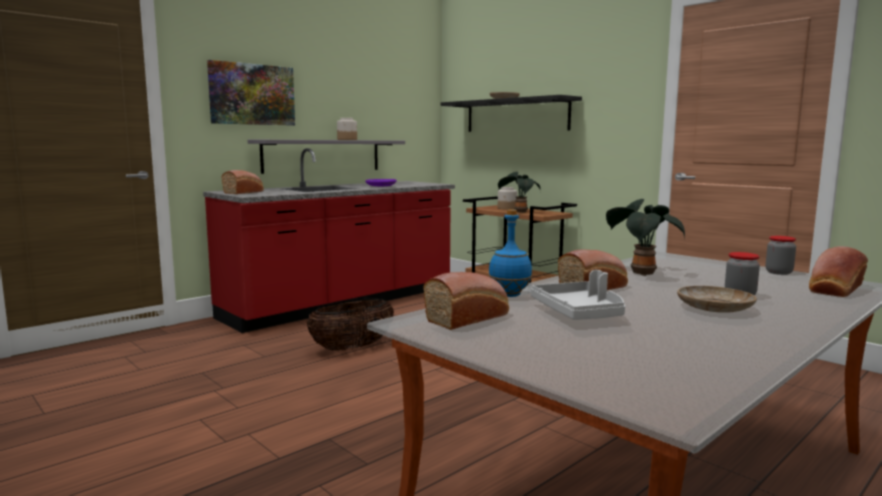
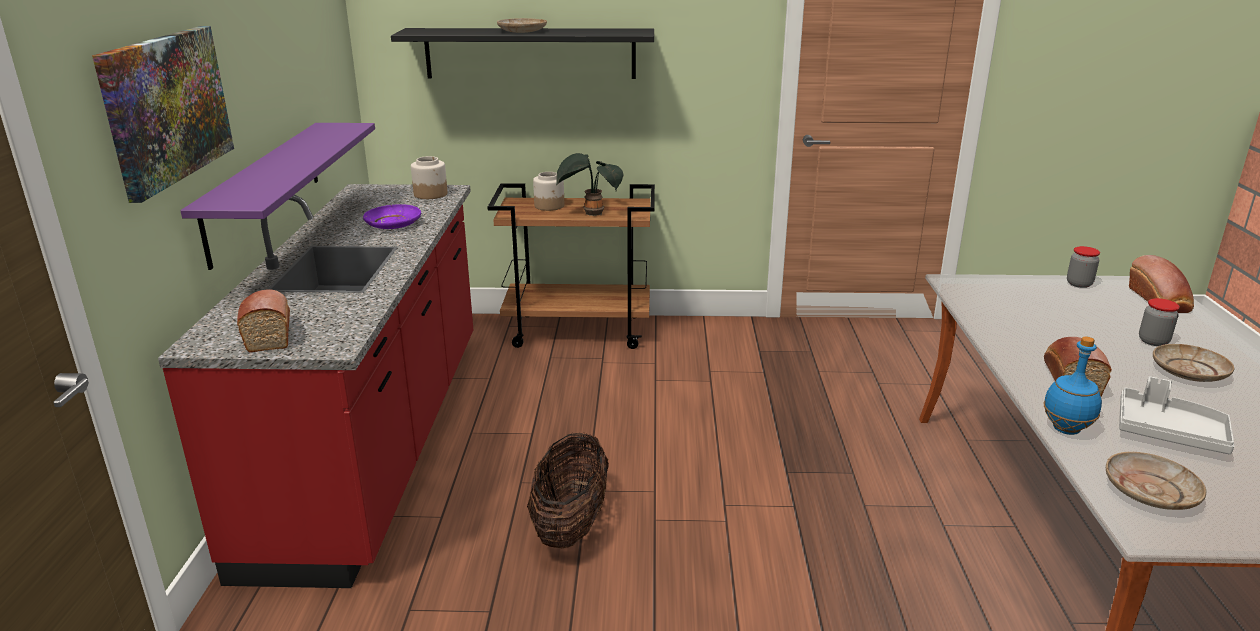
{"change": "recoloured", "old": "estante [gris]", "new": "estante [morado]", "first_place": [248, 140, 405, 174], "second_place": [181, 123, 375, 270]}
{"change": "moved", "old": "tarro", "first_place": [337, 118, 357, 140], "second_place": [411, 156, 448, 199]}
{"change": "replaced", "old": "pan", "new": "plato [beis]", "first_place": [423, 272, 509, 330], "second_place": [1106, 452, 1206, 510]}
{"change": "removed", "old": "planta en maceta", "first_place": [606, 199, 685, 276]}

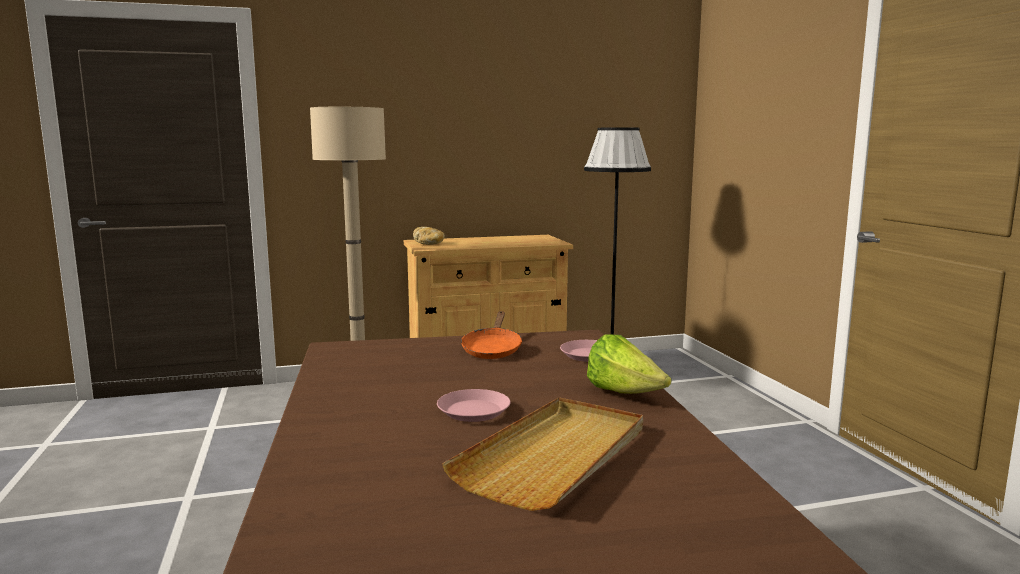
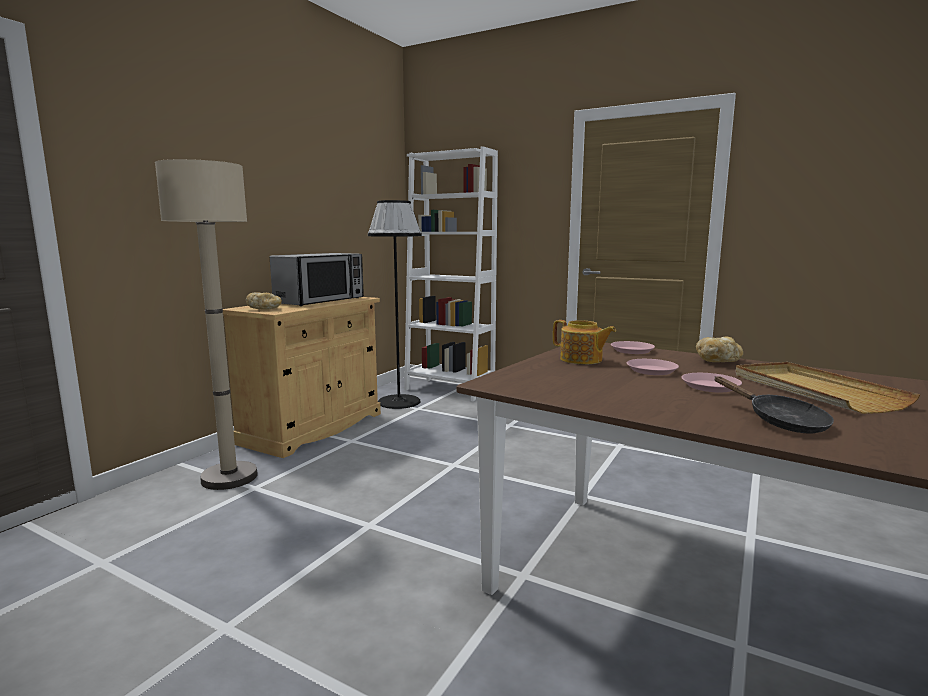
{"change": "replaced", "old": "sartén [naranja]", "new": "tetera", "first_place": [461, 311, 522, 359], "second_place": [553, 320, 616, 364]}
{"change": "replaced", "old": "lechuga", "new": "pan", "first_place": [587, 334, 671, 394], "second_place": [696, 337, 743, 362]}
{"change": "added", "new": "microondas", "second_place": [270, 253, 364, 306]}
{"change": "added", "new": "estantería [blanco]", "second_place": [404, 146, 498, 401]}
{"change": "added", "new": "plato [rosa]", "second_place": [627, 359, 679, 375]}
{"change": "added", "new": "sartén [negro]", "second_place": [714, 376, 834, 434]}

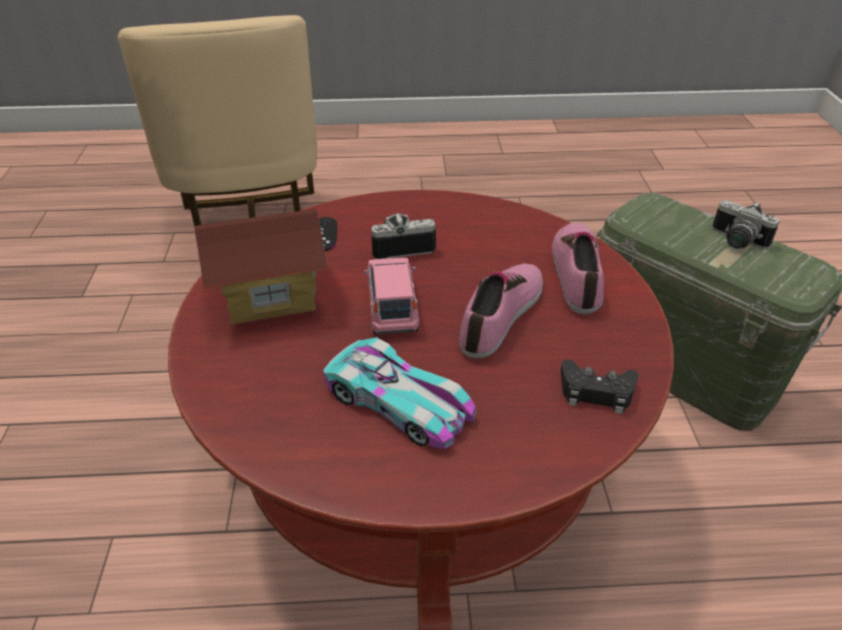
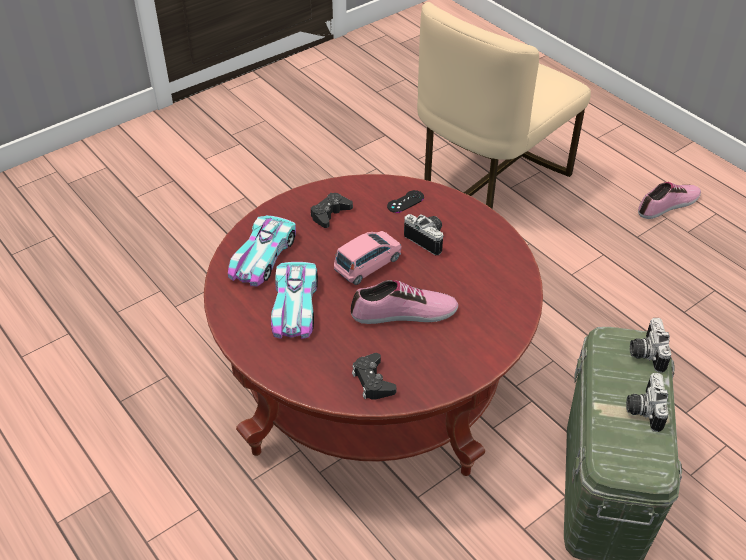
{"change": "replaced", "old": "casita", "new": "mando de consola [negro]", "first_place": [194, 209, 329, 325], "second_place": [311, 193, 353, 228]}
{"change": "moved", "old": "zapato", "first_place": [552, 223, 604, 314], "second_place": [638, 182, 701, 219]}
{"change": "added", "new": "coche de juguete", "second_place": [228, 215, 296, 286]}
{"change": "added", "new": "cámara", "second_place": [630, 318, 671, 373]}

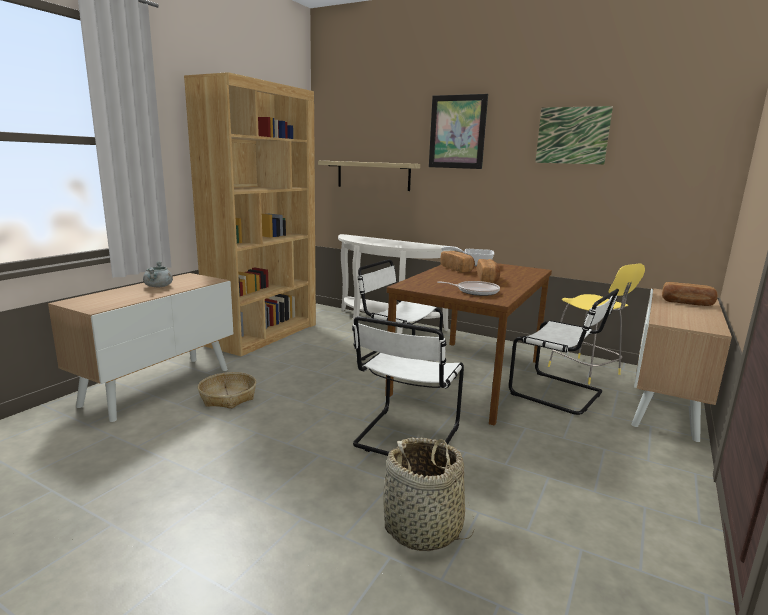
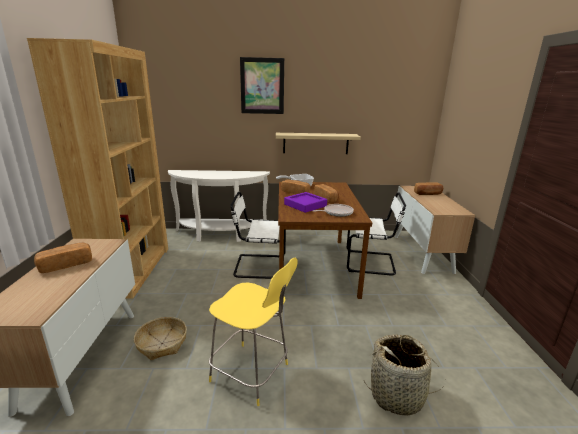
{"change": "replaced", "old": "olla [gris]", "new": "pan", "first_place": [143, 261, 173, 287], "second_place": [34, 243, 92, 273]}
{"change": "moved", "old": "estante", "first_place": [318, 161, 420, 191], "second_place": [276, 133, 361, 154]}
{"change": "removed", "old": "silla [blanco]", "first_place": [352, 316, 464, 456]}
{"change": "removed", "old": "cuadro", "first_place": [535, 106, 613, 165]}
{"change": "moved", "old": "taburete [amarillo]", "first_place": [548, 263, 645, 385], "second_place": [209, 258, 298, 406]}
{"change": "added", "new": "bandeja [morado]", "second_place": [284, 192, 327, 213]}

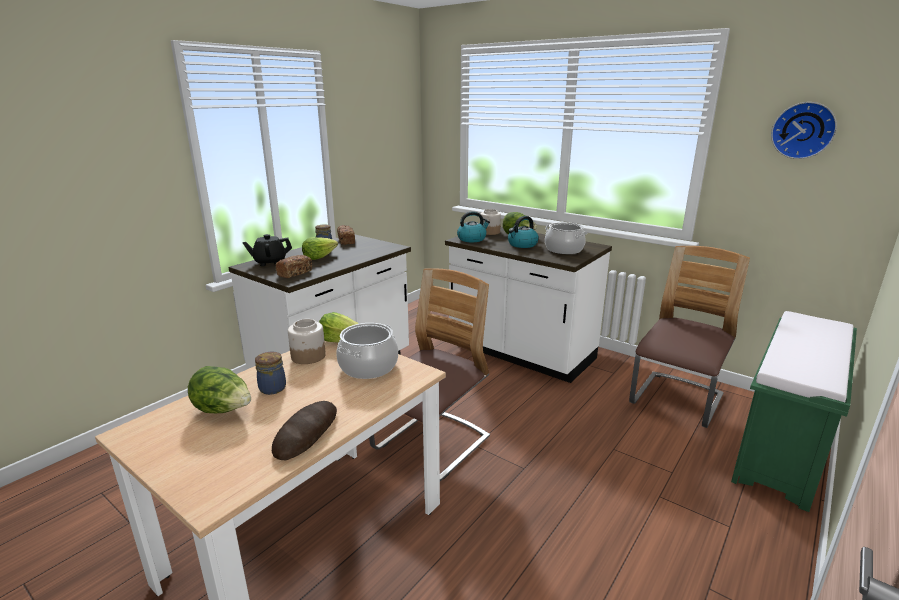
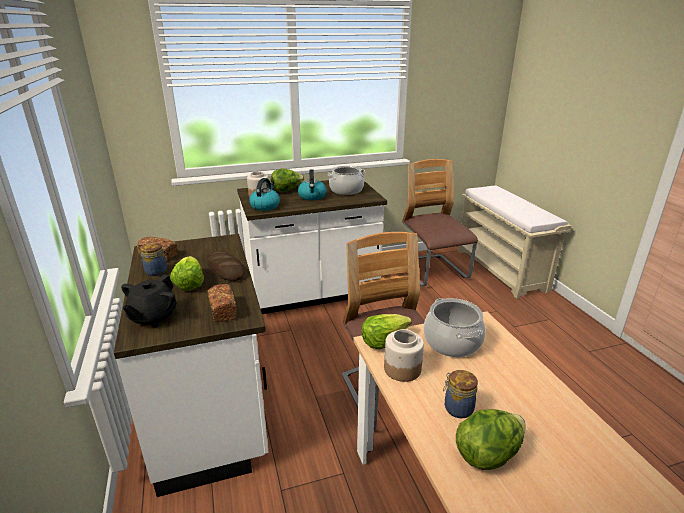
{"change": "moved", "old": "pan", "first_place": [272, 401, 337, 460], "second_place": [207, 251, 245, 281]}
{"change": "recoloured", "old": "banco [verde]", "new": "banco [beis]", "first_place": [731, 311, 857, 512], "second_place": [458, 185, 572, 299]}
{"change": "removed", "old": "reloj de pared", "first_place": [771, 102, 837, 159]}

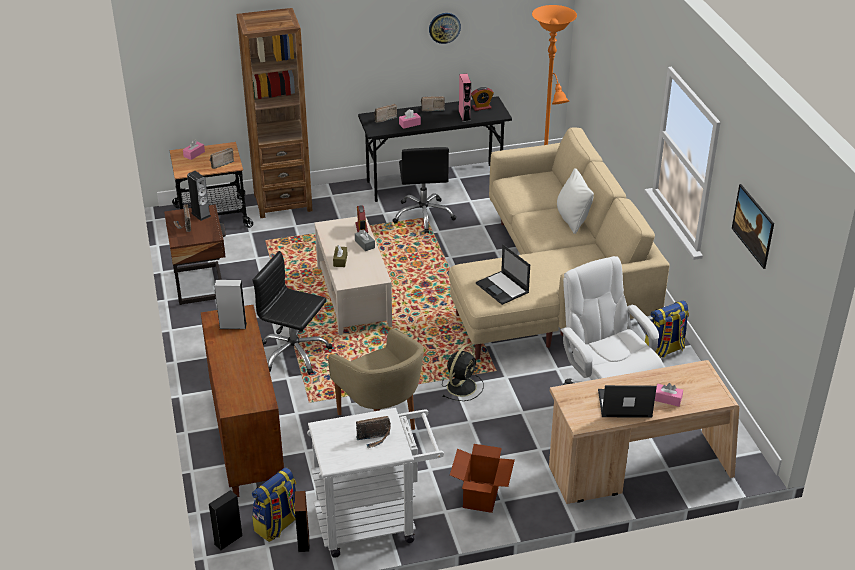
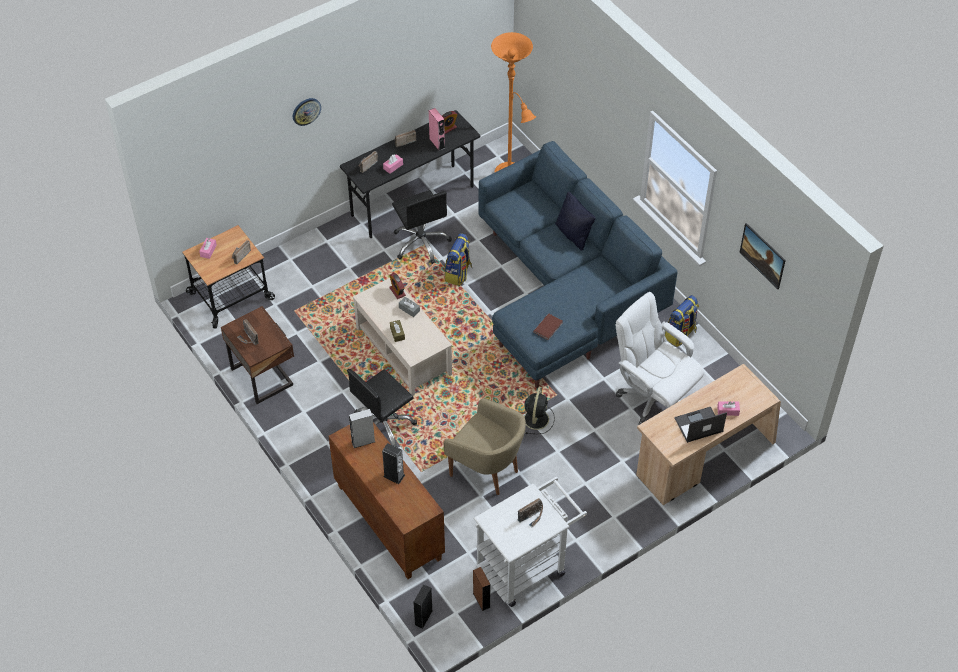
{"change": "moved", "old": "altavoz", "first_place": [187, 171, 211, 221], "second_place": [382, 443, 405, 484]}
{"change": "removed", "old": "estantería [marrón]", "first_place": [237, 8, 313, 218]}
{"change": "turned", "old": "silla de oficina [negro]", "first_place": [252, 251, 332, 375], "second_place": [347, 369, 417, 447], "degrees": -45}
{"change": "moved", "old": "mochila", "first_place": [252, 467, 296, 542], "second_place": [444, 233, 472, 286]}
{"change": "moved", "old": "reloj de pared", "first_place": [429, 13, 461, 44], "second_place": [293, 98, 321, 126]}
{"change": "recoloured", "old": "sofá [beis]", "new": "sofá [azul]", "first_place": [449, 128, 670, 360], "second_place": [478, 141, 677, 388]}
{"change": "removed", "old": "caja de cartón", "first_place": [450, 444, 515, 513]}
{"change": "replaced", "old": "portátil", "new": "libro [marrón]", "first_place": [476, 244, 530, 305], "second_place": [533, 313, 563, 340]}
{"change": "recoloured", "old": "cojín [blanco]", "new": "cojín [negro]", "first_place": [557, 168, 594, 234], "second_place": [555, 192, 596, 251]}

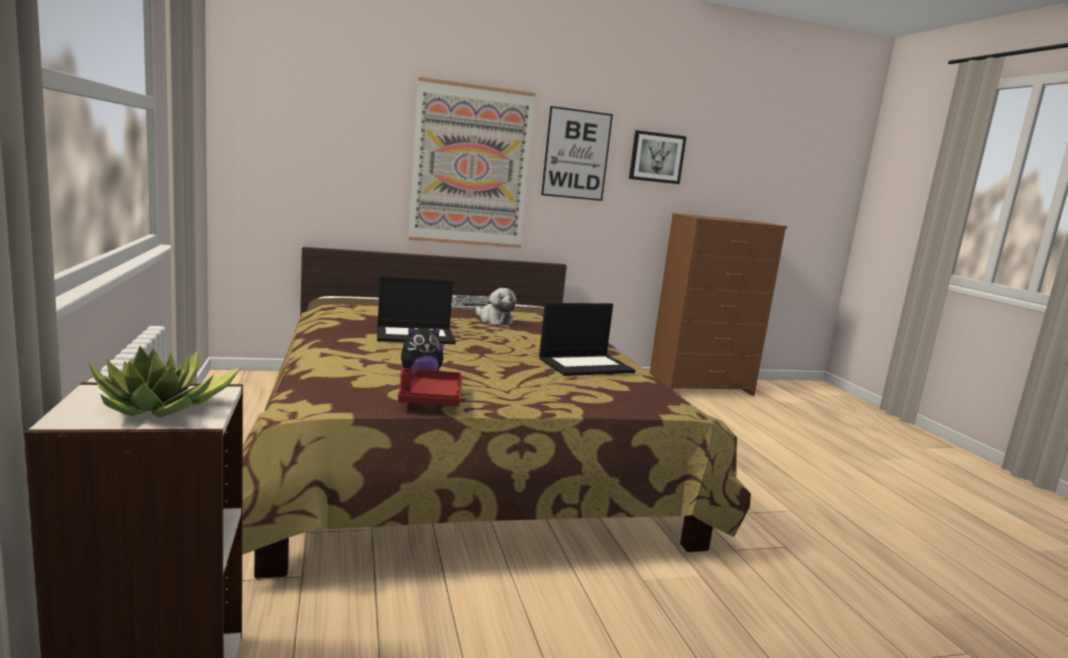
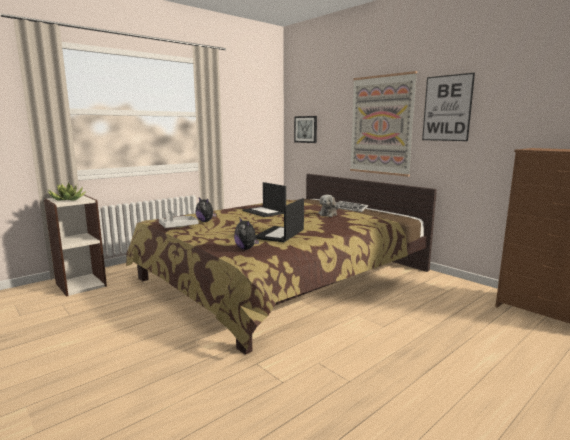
{"change": "recoloured", "old": "bandeja [rojo]", "new": "bandeja [gris]", "first_place": [398, 368, 462, 406], "second_place": [159, 211, 198, 228]}
{"change": "turned", "old": "portátil", "first_place": [539, 303, 636, 376], "second_place": [256, 198, 304, 242], "degrees": 75}
{"change": "moved", "old": "cuadro", "first_place": [629, 130, 686, 184], "second_place": [294, 116, 317, 143]}
{"change": "added", "new": "peluche", "second_place": [234, 217, 259, 250]}

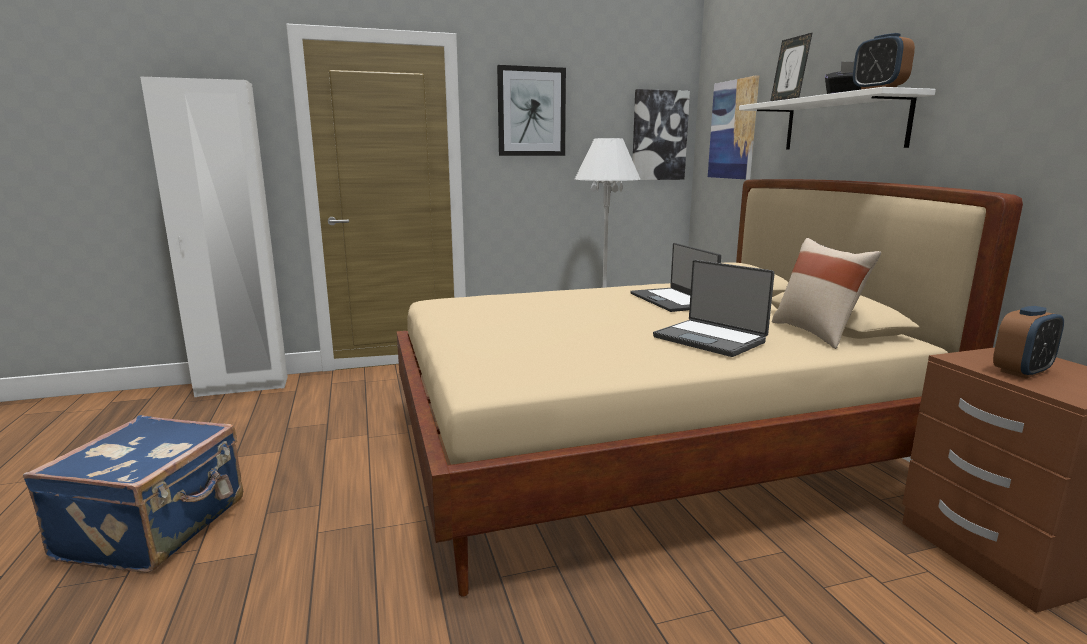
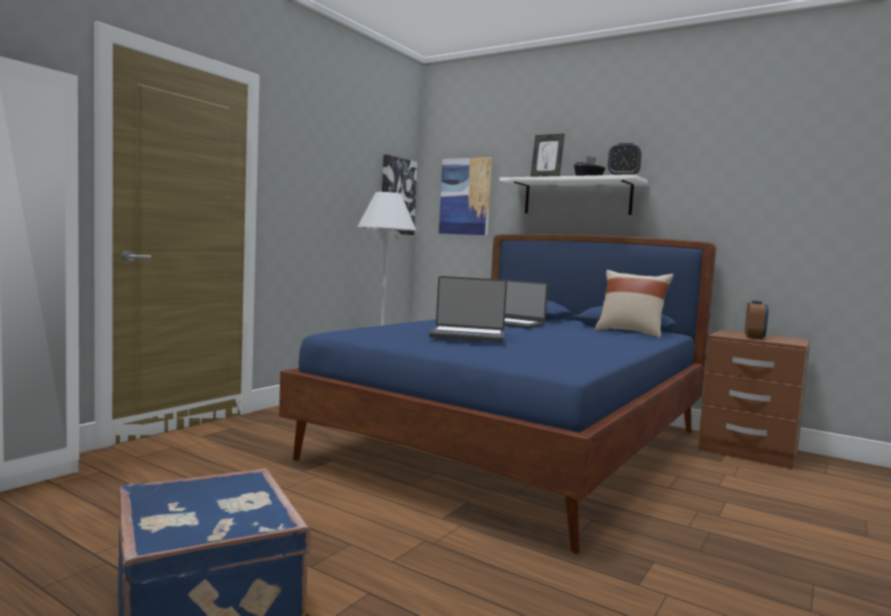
{"change": "recoloured", "old": "cama [beis]", "new": "cama [azul]", "first_place": [396, 179, 1023, 597], "second_place": [279, 234, 716, 554]}
{"change": "removed", "old": "cuadro", "first_place": [497, 65, 566, 156]}
{"change": "moved", "old": "portátil", "first_place": [653, 260, 775, 357], "second_place": [429, 276, 507, 342]}

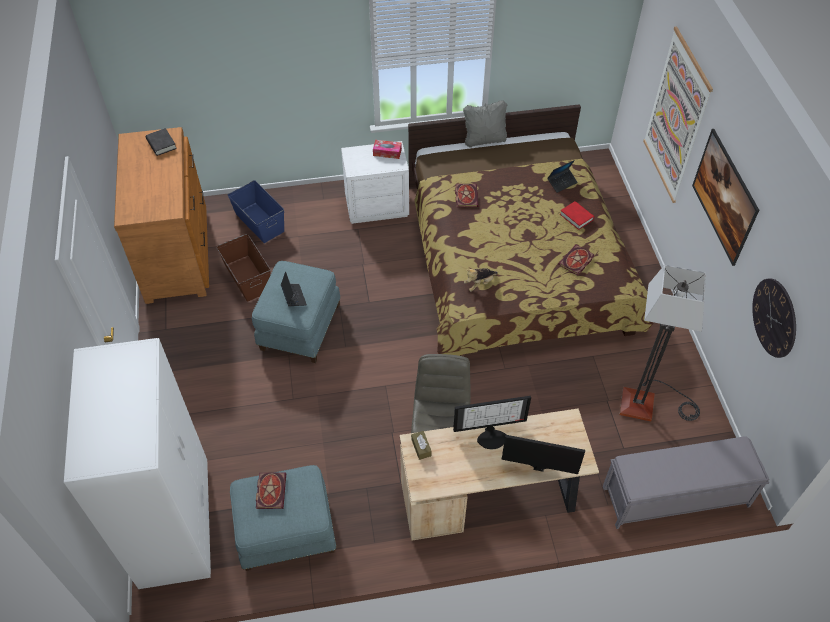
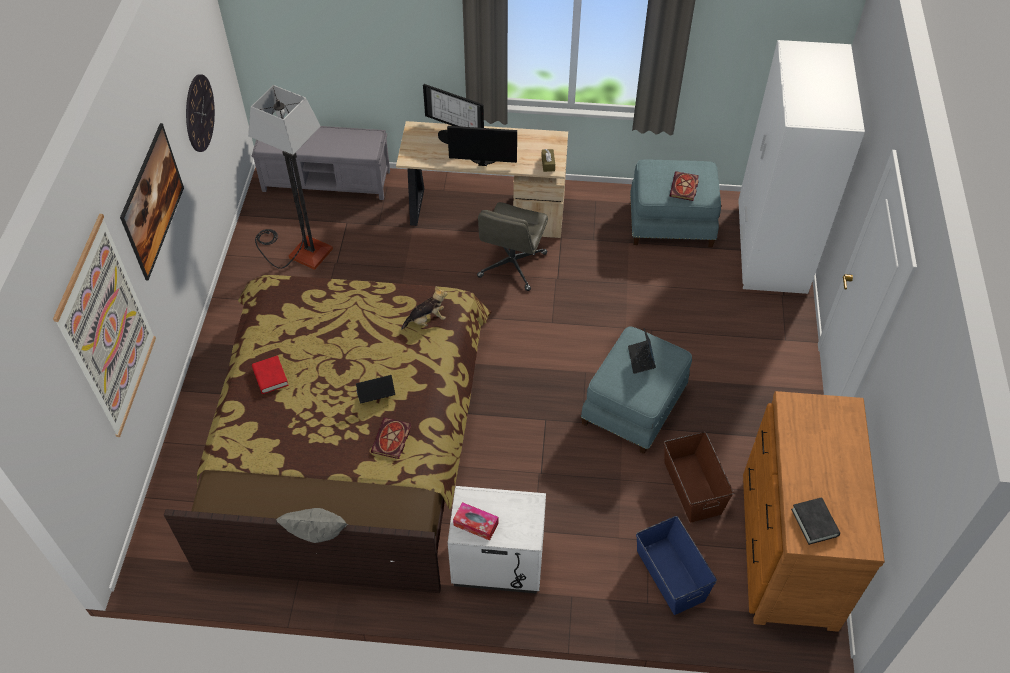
{"change": "moved", "old": "portátil", "first_place": [547, 160, 578, 193], "second_place": [356, 375, 395, 404]}
{"change": "removed", "old": "libro", "first_place": [558, 245, 595, 276]}

